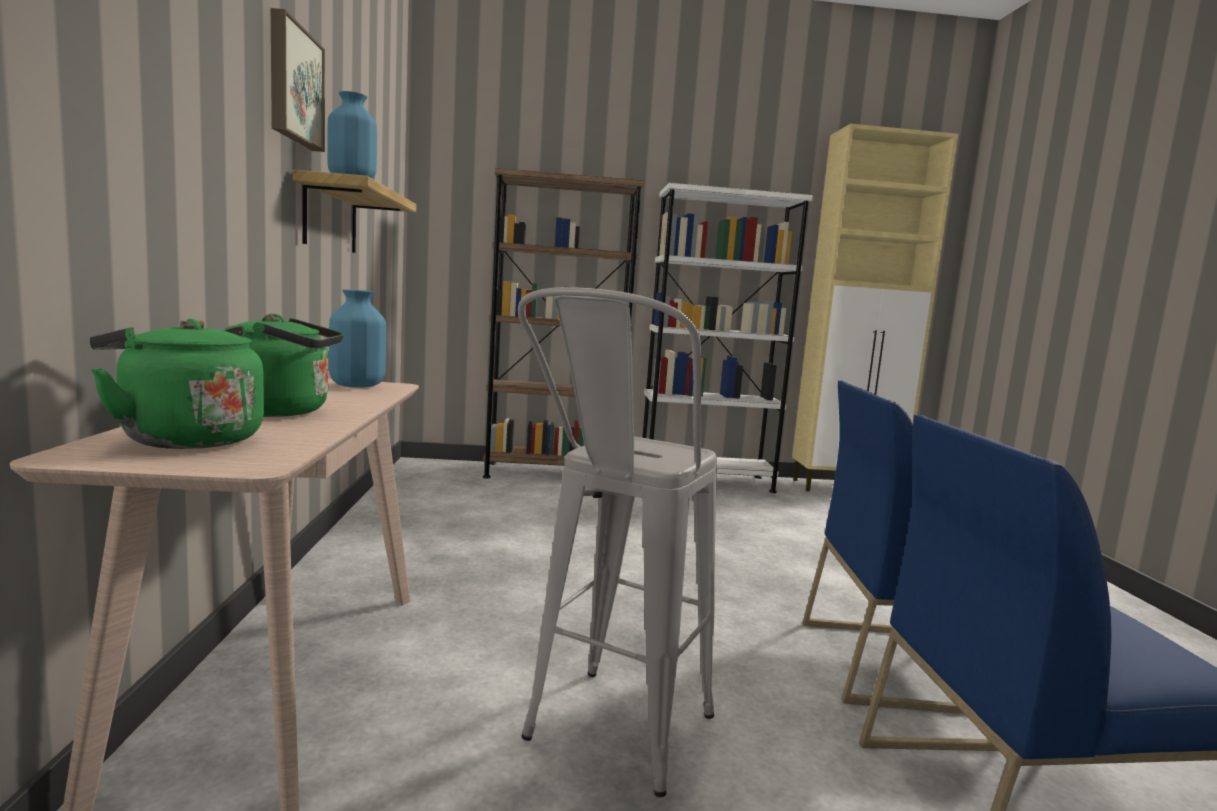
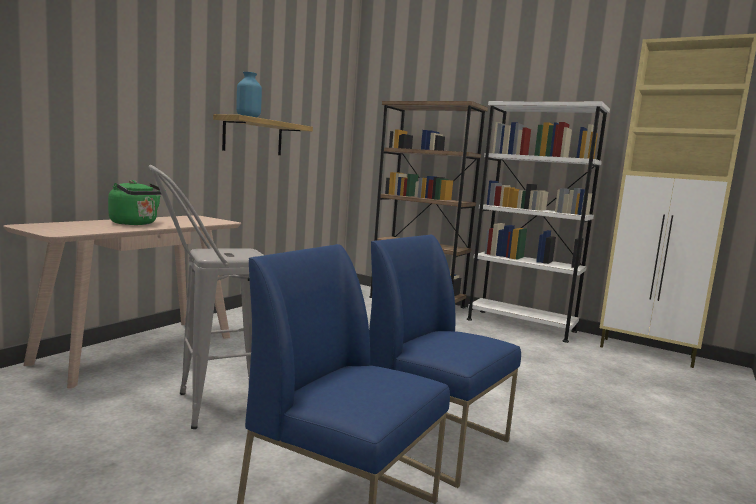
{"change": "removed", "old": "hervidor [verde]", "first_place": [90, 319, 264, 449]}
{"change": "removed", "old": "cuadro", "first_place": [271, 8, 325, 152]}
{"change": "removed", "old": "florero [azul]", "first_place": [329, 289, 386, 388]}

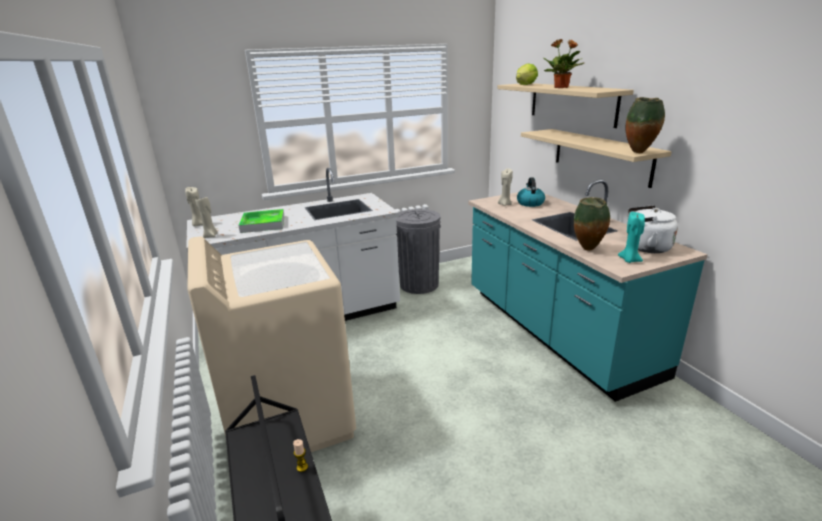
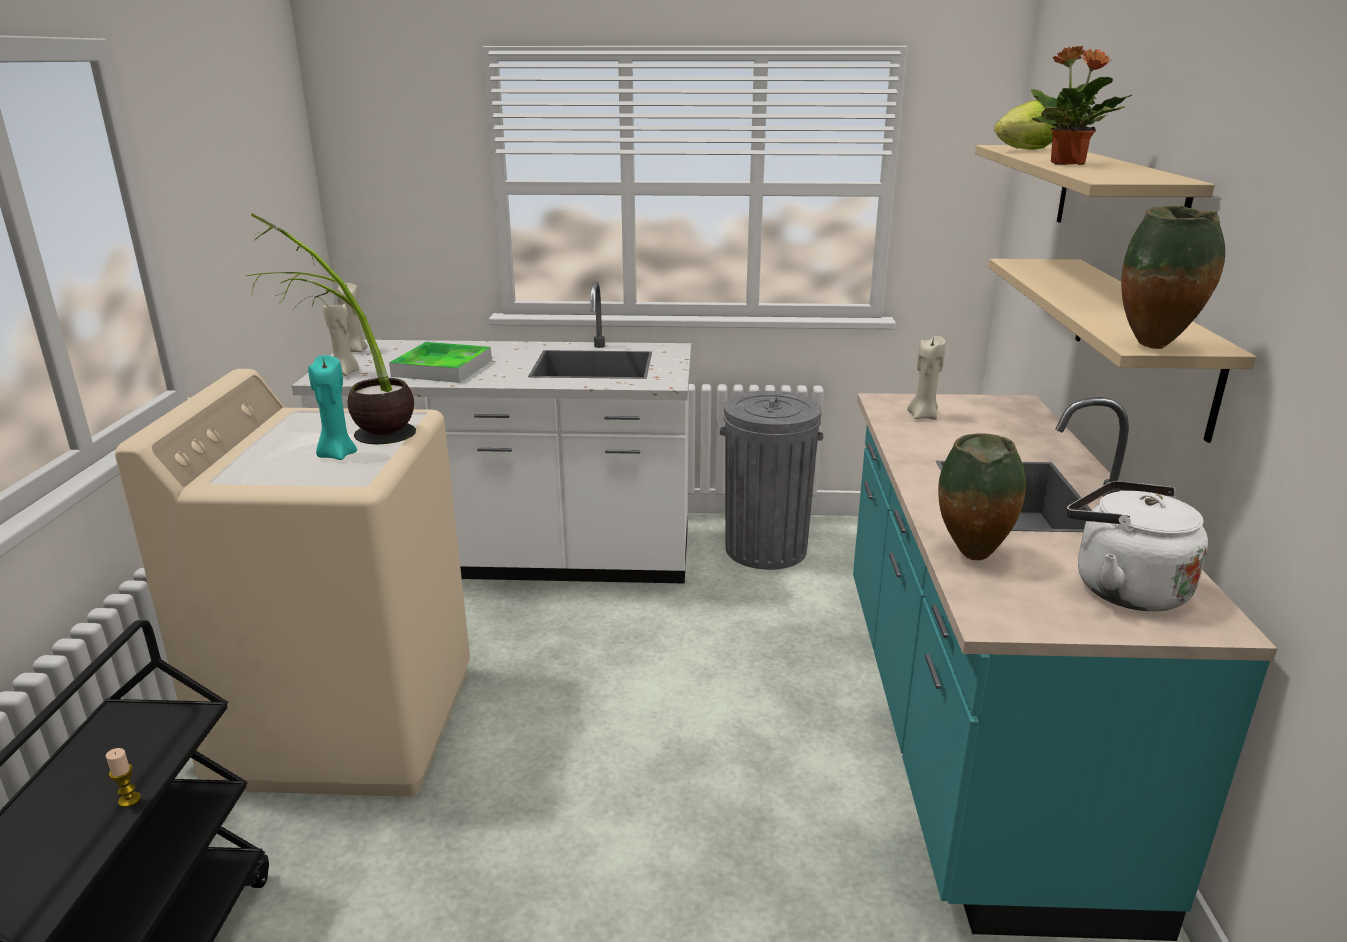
{"change": "removed", "old": "hervidor", "first_place": [517, 177, 545, 207]}
{"change": "moved", "old": "vela [turquesa]", "first_place": [618, 212, 645, 263], "second_place": [308, 355, 357, 460]}
{"change": "added", "new": "planta en maceta", "second_place": [246, 213, 416, 444]}

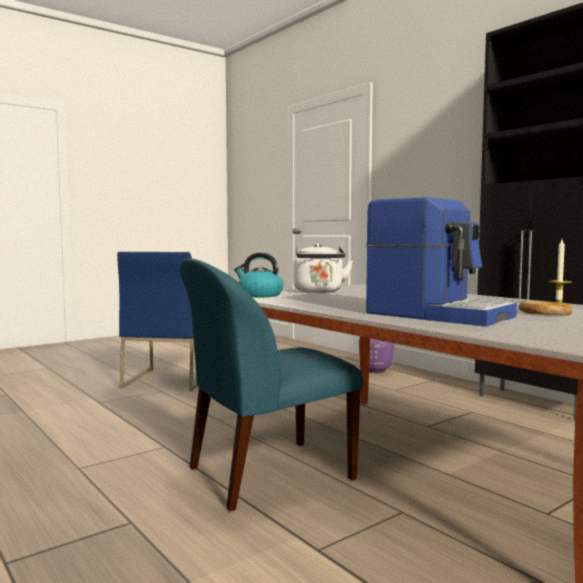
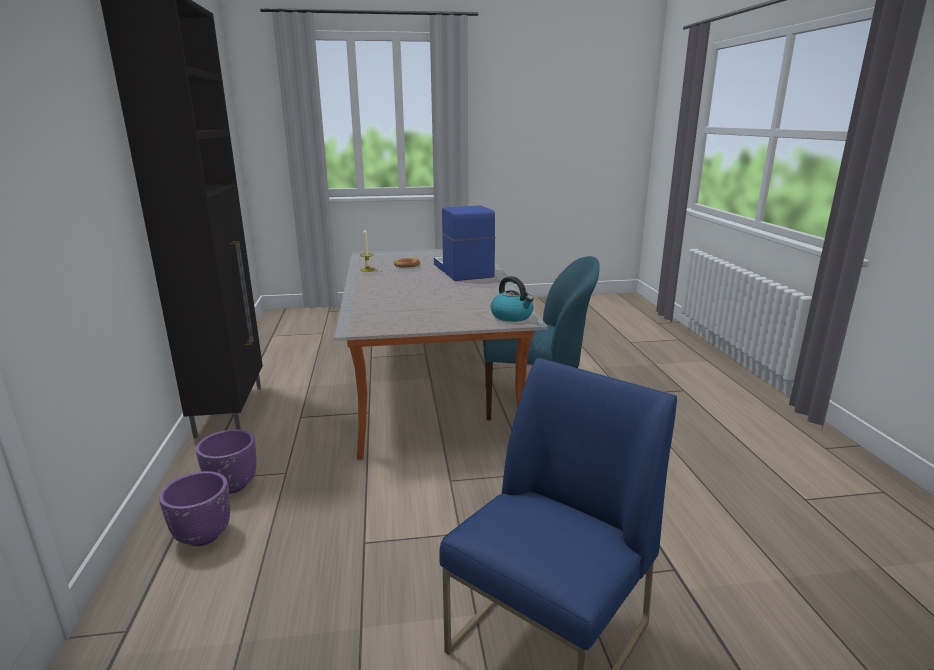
{"change": "removed", "old": "hervidor [blanco]", "first_place": [293, 243, 353, 293]}
{"change": "added", "new": "maceta [morado]", "second_place": [196, 429, 256, 494]}

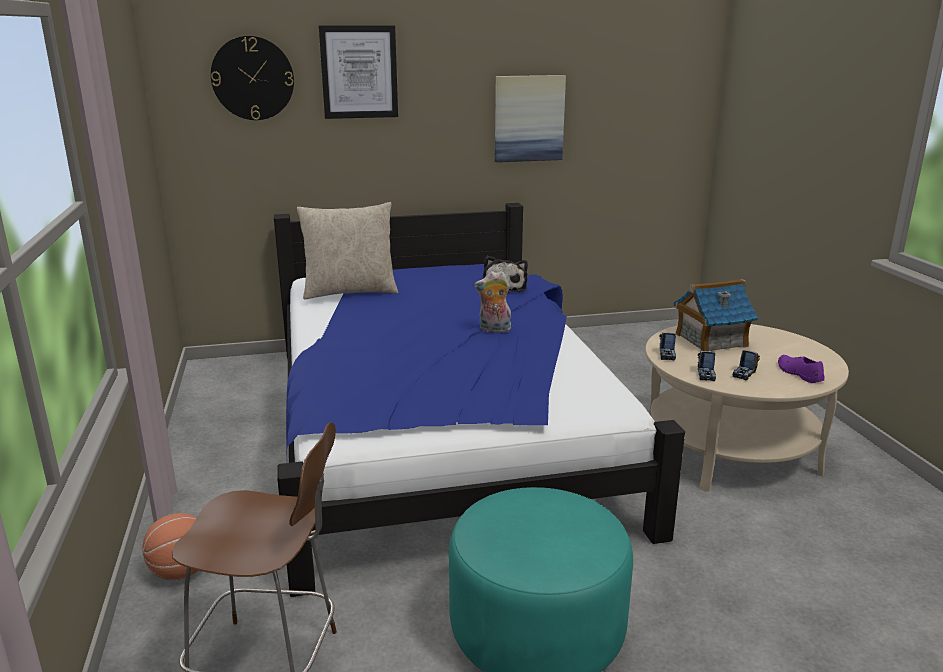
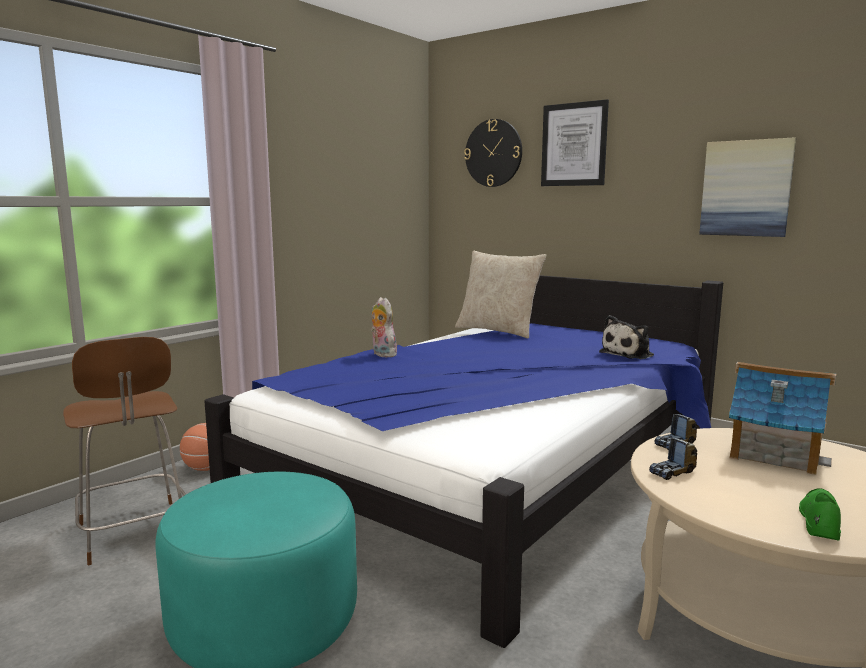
{"change": "moved", "old": "peluche", "first_place": [474, 271, 511, 333], "second_place": [371, 297, 397, 357]}
{"change": "removed", "old": "camión de juguete", "first_place": [733, 350, 760, 380]}
{"change": "recoloured", "old": "zapato [morado]", "new": "zapato [verde]", "first_place": [778, 355, 825, 383], "second_place": [799, 488, 841, 541]}

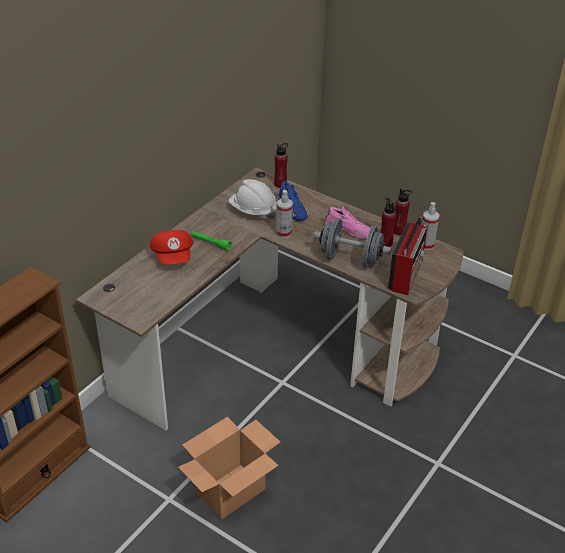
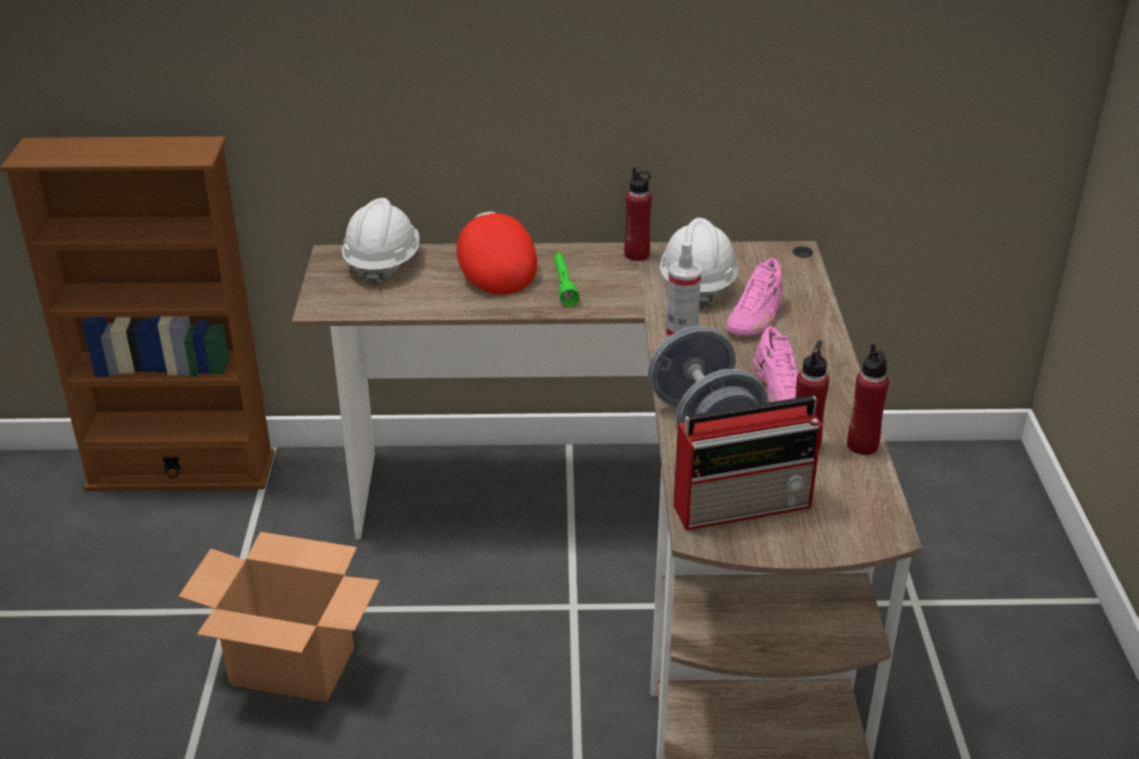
{"change": "turned", "old": "gorra [rojo]", "first_place": [150, 230, 193, 264], "second_place": [457, 211, 537, 295], "degrees": 120}
{"change": "moved", "old": "botella [rojo]", "first_place": [274, 143, 288, 188], "second_place": [624, 167, 652, 261]}
{"change": "recoloured", "old": "zapato [azul]", "new": "zapato [rosa]", "first_place": [278, 181, 308, 221], "second_place": [726, 258, 784, 336]}
{"change": "removed", "old": "pulverizador", "first_place": [422, 202, 439, 250]}
{"change": "added", "new": "casco [blanco]", "second_place": [342, 198, 420, 286]}

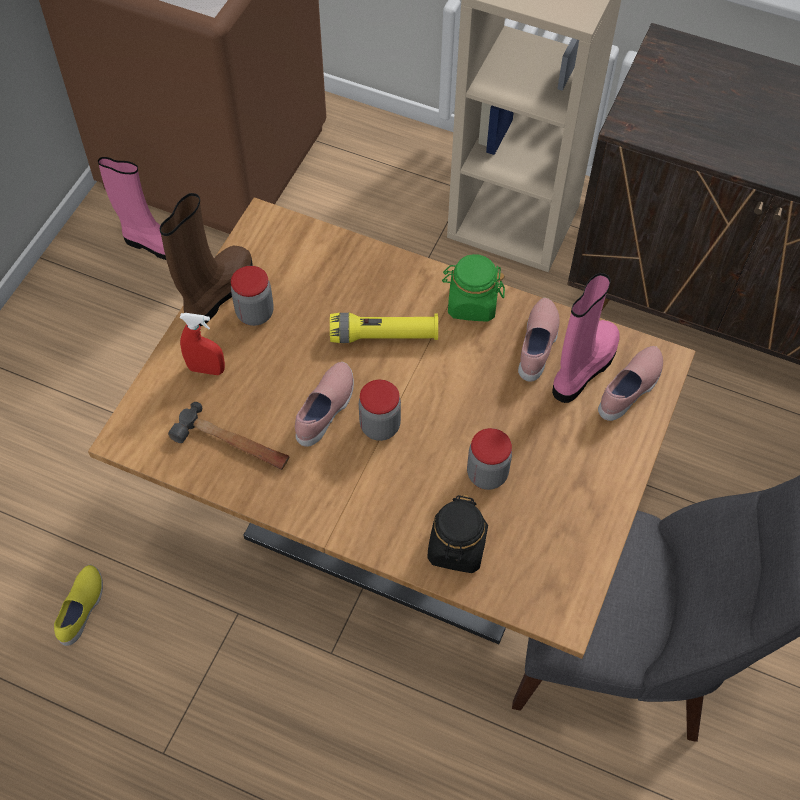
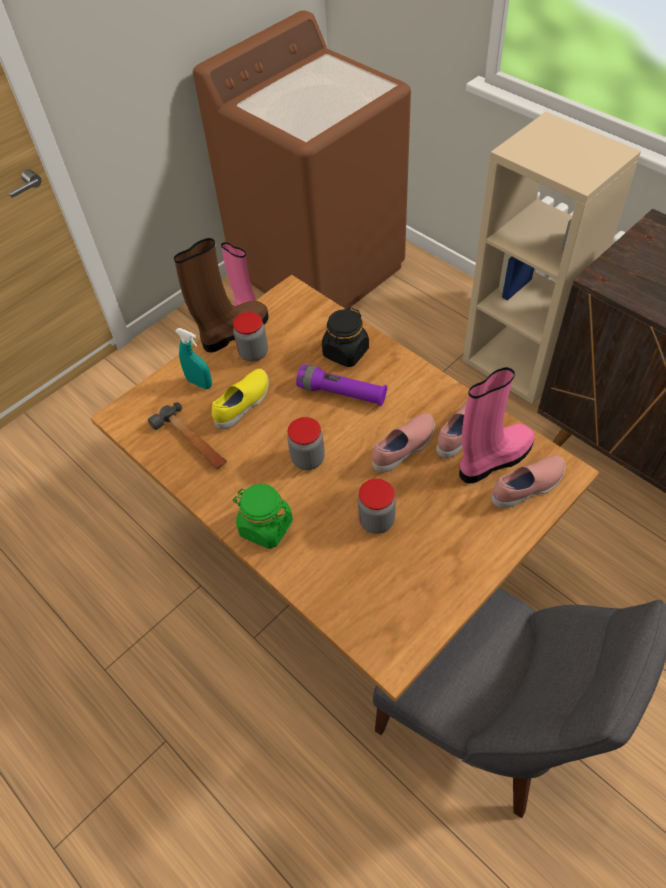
{"change": "moved", "old": "zapato [amarillo]", "first_place": [54, 565, 103, 646], "second_place": [212, 369, 269, 429]}
{"change": "recoloured", "old": "pulverizador [rojo]", "new": "pulverizador [turquesa]", "first_place": [180, 313, 225, 375], "second_place": [176, 328, 212, 389]}
{"change": "moved", "old": "zapato [rosa]", "first_place": [295, 362, 354, 447], "second_place": [372, 413, 435, 472]}
{"change": "recoloured", "old": "linterna [amarillo]", "new": "linterna [morado]", "first_place": [330, 313, 438, 343], "second_place": [296, 364, 387, 406]}
{"change": "moved", "old": "tarro [negro]", "first_place": [428, 495, 488, 573], "second_place": [322, 307, 369, 367]}
{"change": "moved", "old": "tarro [verde]", "first_place": [442, 254, 505, 322], "second_place": [233, 484, 293, 549]}

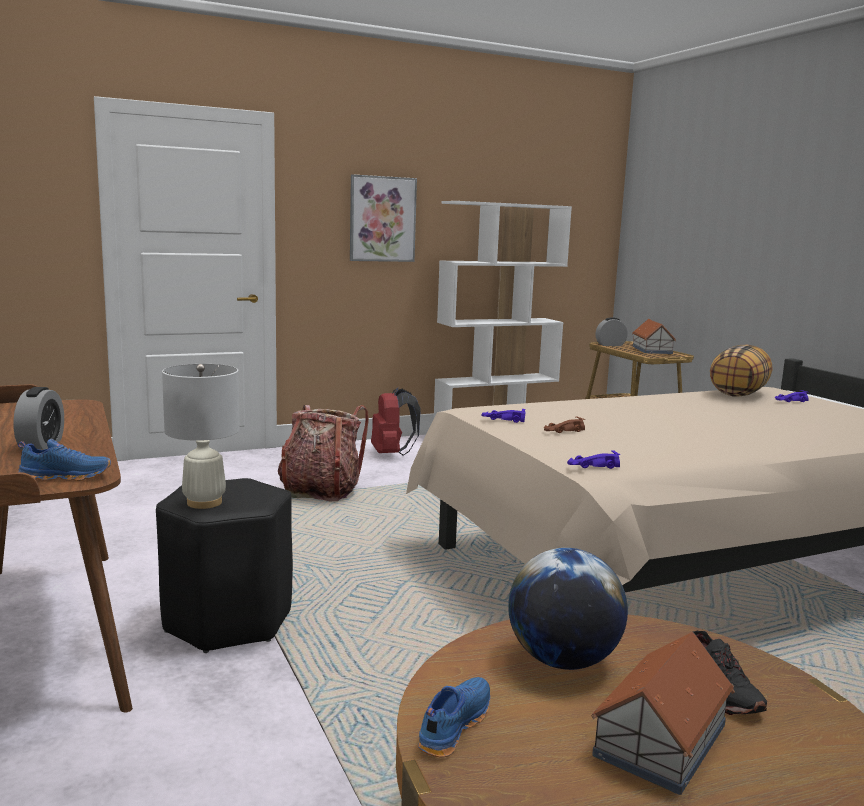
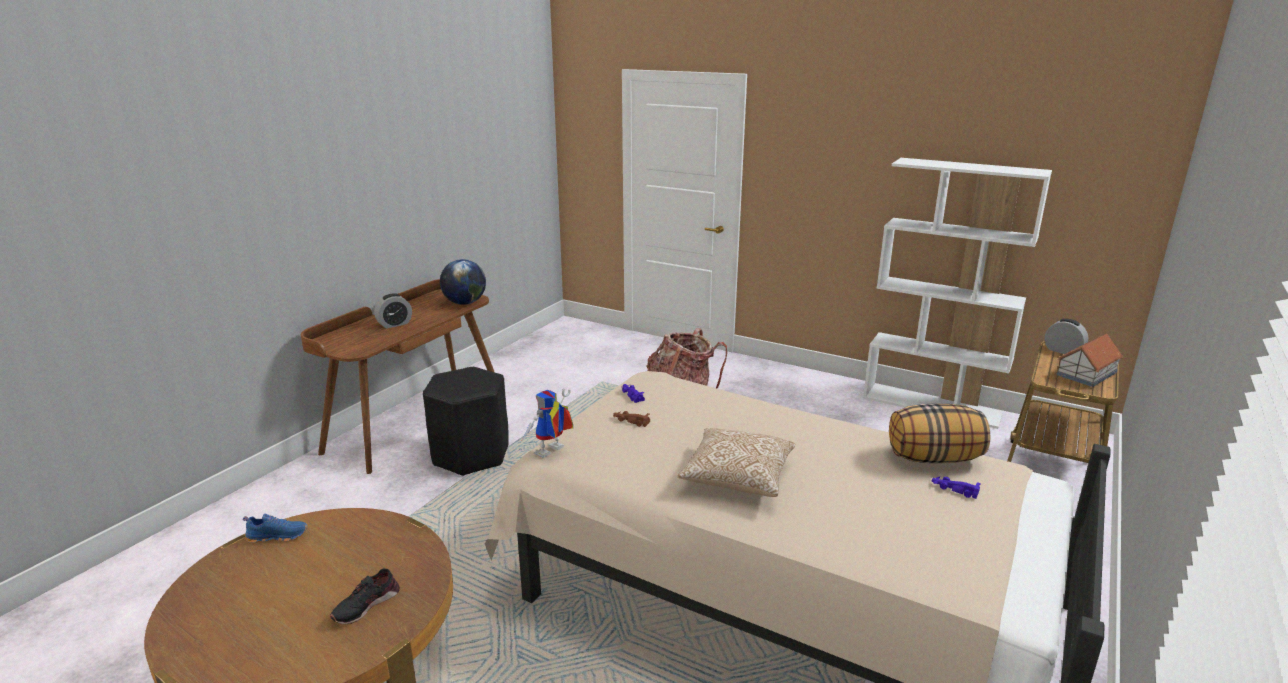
{"change": "removed", "old": "zapato [azul]", "first_place": [18, 439, 111, 481]}
{"change": "removed", "old": "lámpara de mesa [blanco]", "first_place": [162, 364, 240, 509]}
{"change": "removed", "old": "cuadro", "first_place": [350, 174, 417, 262]}
{"change": "removed", "old": "mochila [rojo]", "first_place": [371, 388, 420, 456]}
{"change": "moved", "old": "globo terráqueo", "first_place": [508, 548, 628, 670], "second_place": [440, 259, 486, 305]}
{"change": "replaced", "old": "coche de juguete [morado]", "new": "robot de juguete", "first_place": [567, 450, 621, 469], "second_place": [521, 388, 573, 458]}
{"change": "removed", "old": "casita", "first_place": [591, 632, 735, 795]}
{"change": "added", "new": "cojín", "second_place": [677, 428, 795, 497]}

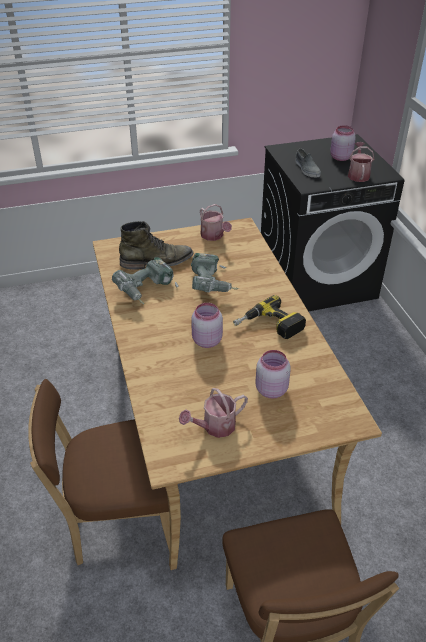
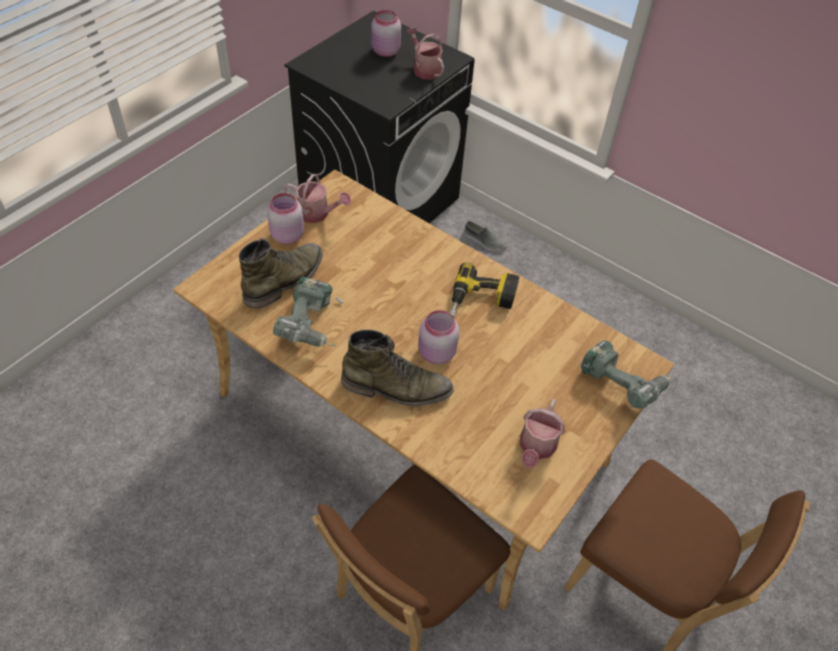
{"change": "moved", "old": "taladro", "first_place": [191, 253, 239, 292], "second_place": [581, 340, 673, 409]}
{"change": "moved", "old": "tarro [rosa]", "first_place": [255, 350, 291, 399], "second_place": [267, 193, 304, 244]}
{"change": "moved", "old": "zapato [gris]", "first_place": [295, 149, 321, 177], "second_place": [464, 221, 507, 252]}
{"change": "added", "new": "bota [verde]", "second_place": [341, 330, 454, 406]}

